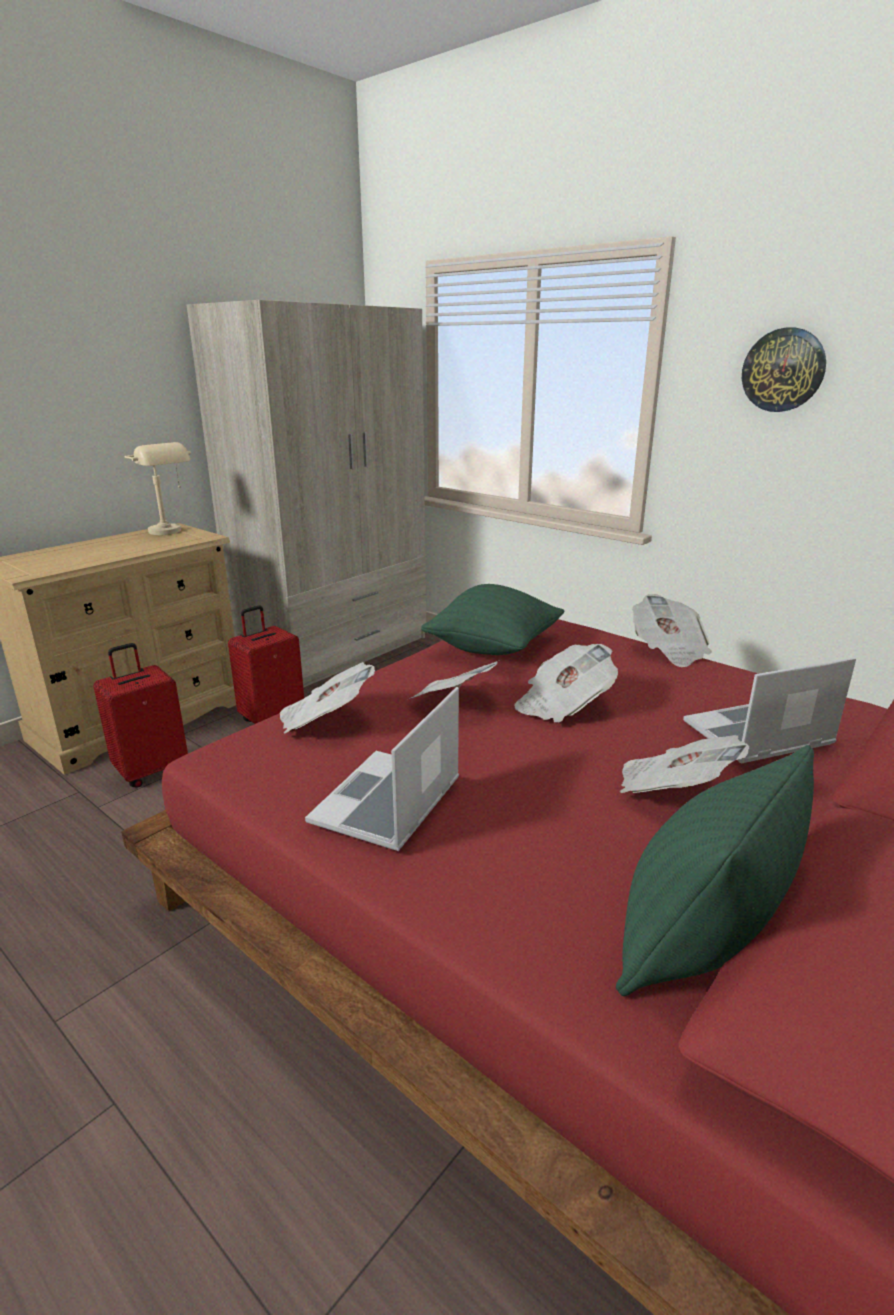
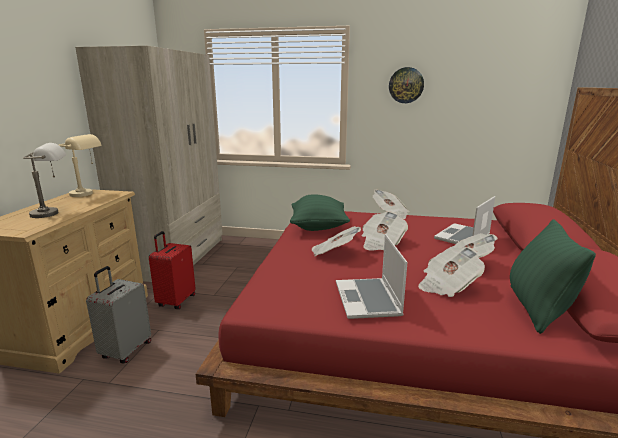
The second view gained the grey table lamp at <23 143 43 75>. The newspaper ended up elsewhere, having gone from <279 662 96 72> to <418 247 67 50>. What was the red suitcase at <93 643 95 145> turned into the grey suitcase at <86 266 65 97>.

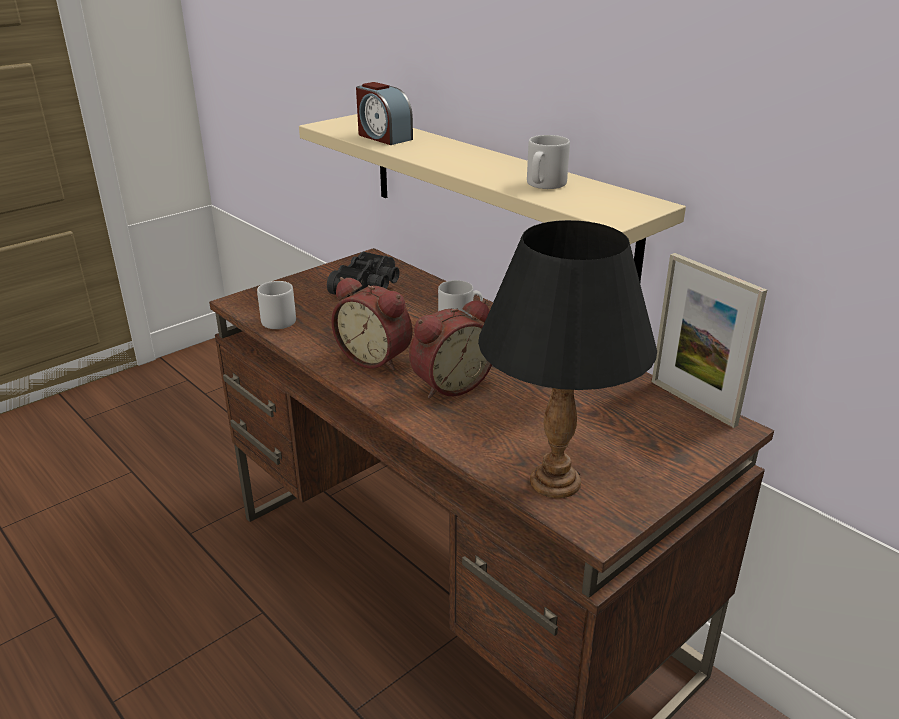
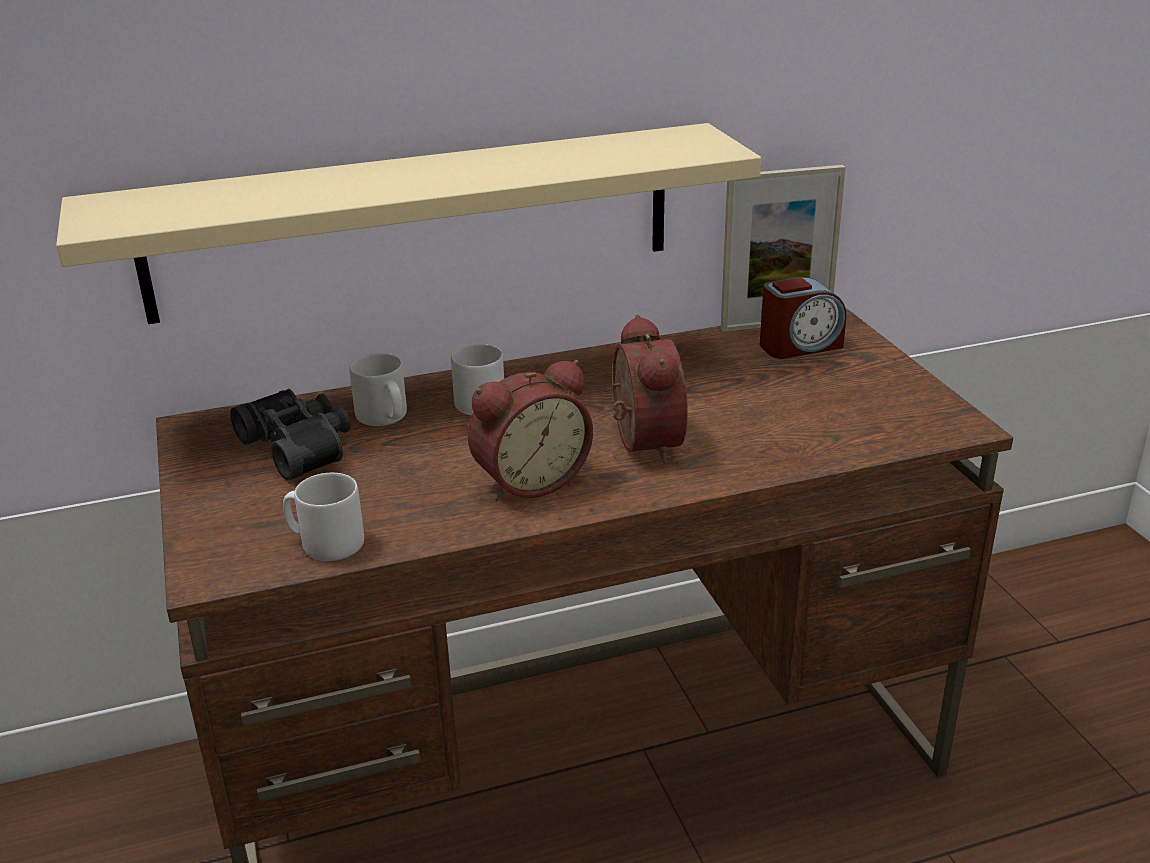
The second view lost the black table lamp at <478 220 179 278>. The alarm clock ended up elsewhere, having gone from <356 82 57 63> to <760 277 86 82>. The grey mug ended up elsewhere, having gone from <527 135 43 54> to <349 353 58 73>.

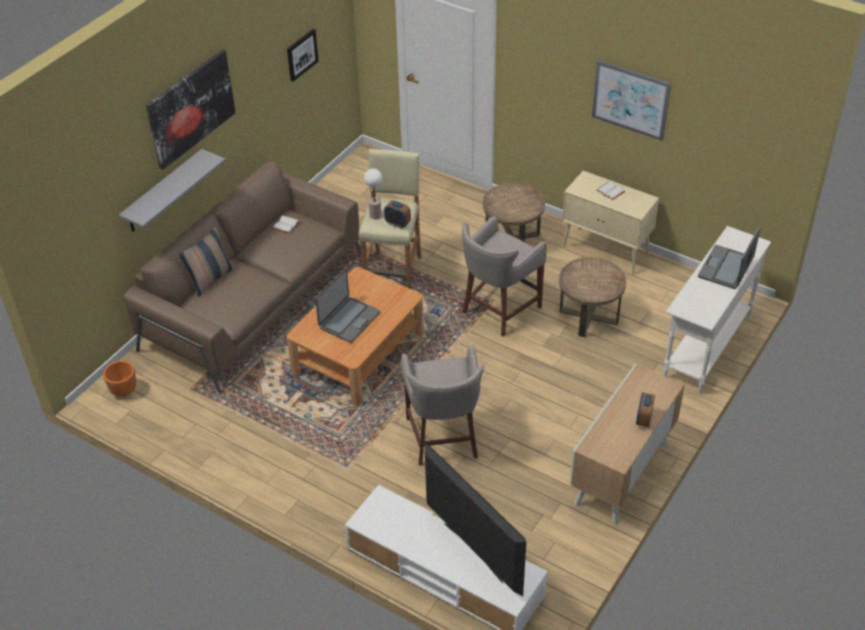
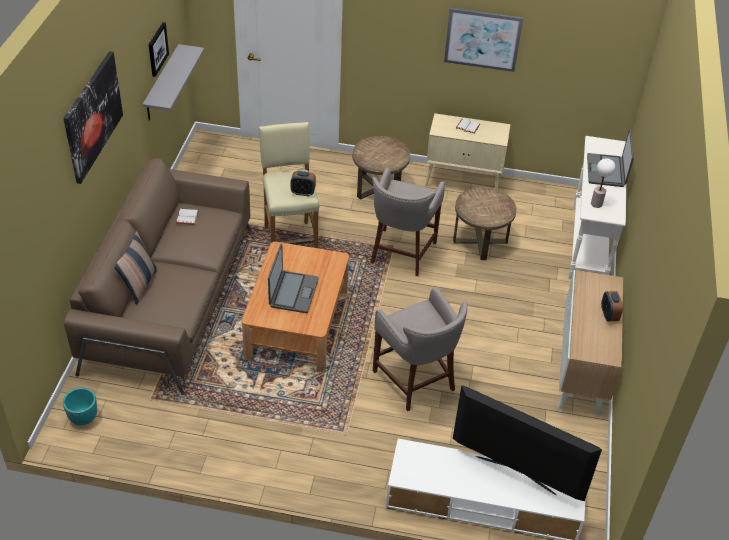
The grey shelf ended up elsewhere, having gone from <119 149 107 83> to <143 44 61 77>. The table lamp ended up elsewhere, having gone from <364 168 18 51> to <591 158 25 50>. What was the orange planter at <103 361 33 36> turned into the turquoise planter at <63 388 34 37>.

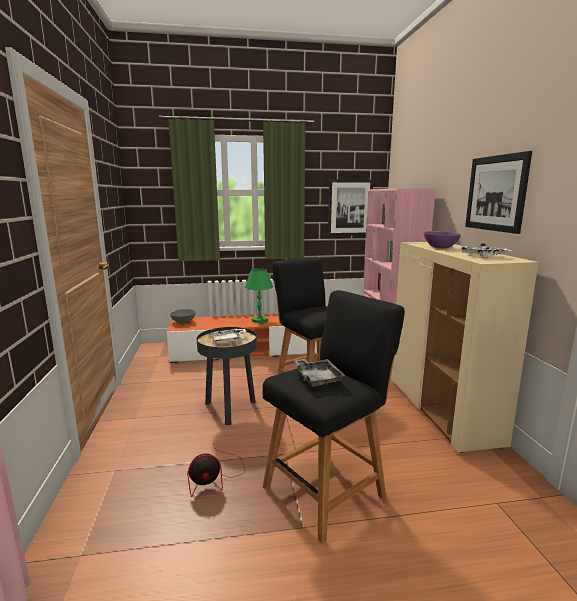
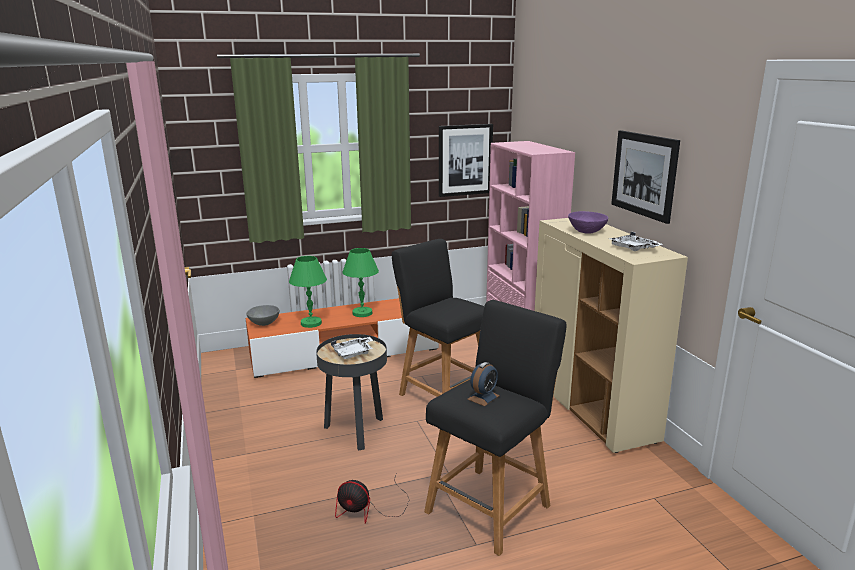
The second view gained the green table lamp at <289 256 38 72>. Where the grey tray stood at <294 359 52 28>, the alarm clock came to stand at <467 362 33 44>. The fan at <187 443 58 54> ended up facing another way, 45 degrees clockwise from before.

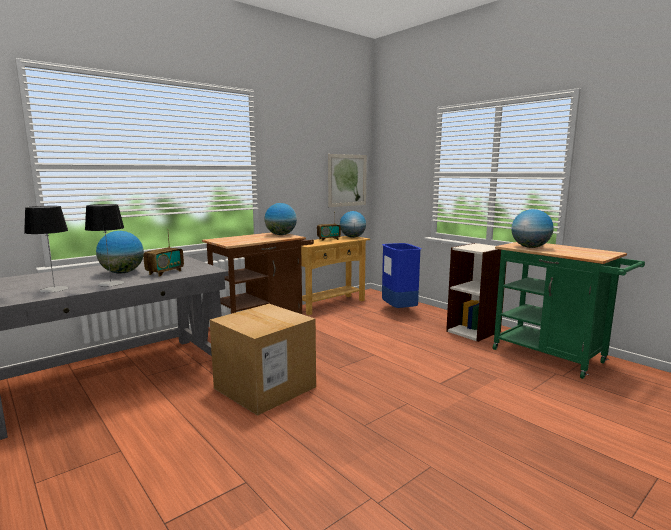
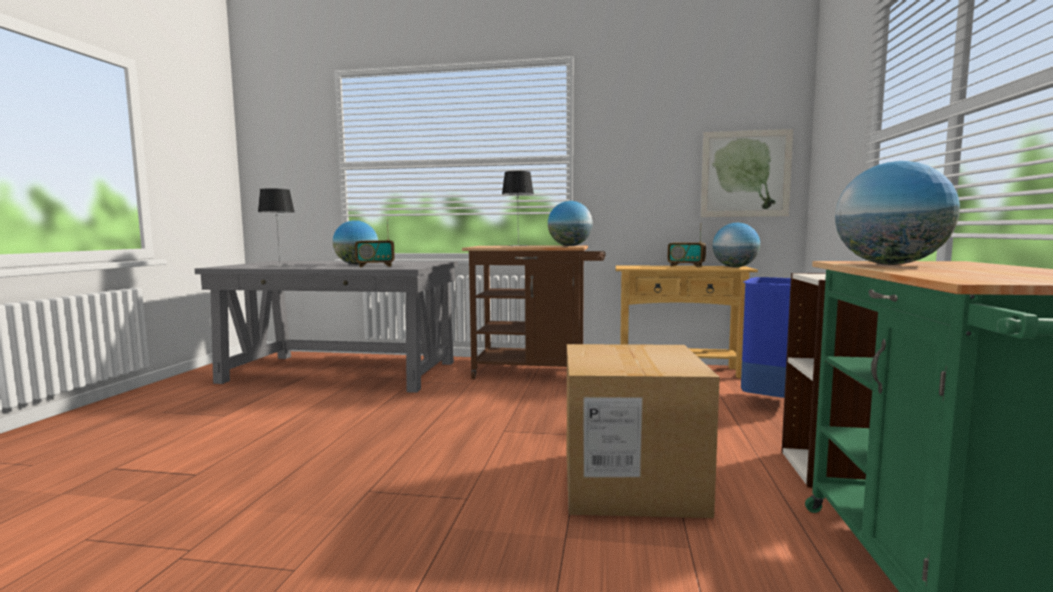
The table lamp ended up elsewhere, having gone from <85 204 39 83> to <502 171 32 75>. The cardboard box ended up elsewhere, having gone from <209 304 107 112> to <567 344 153 174>.

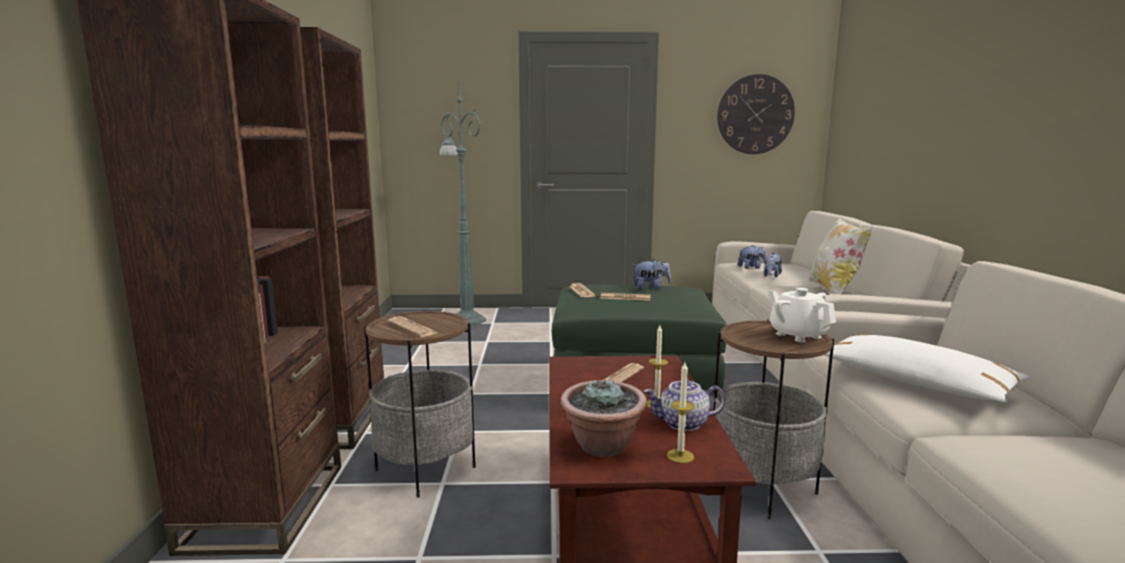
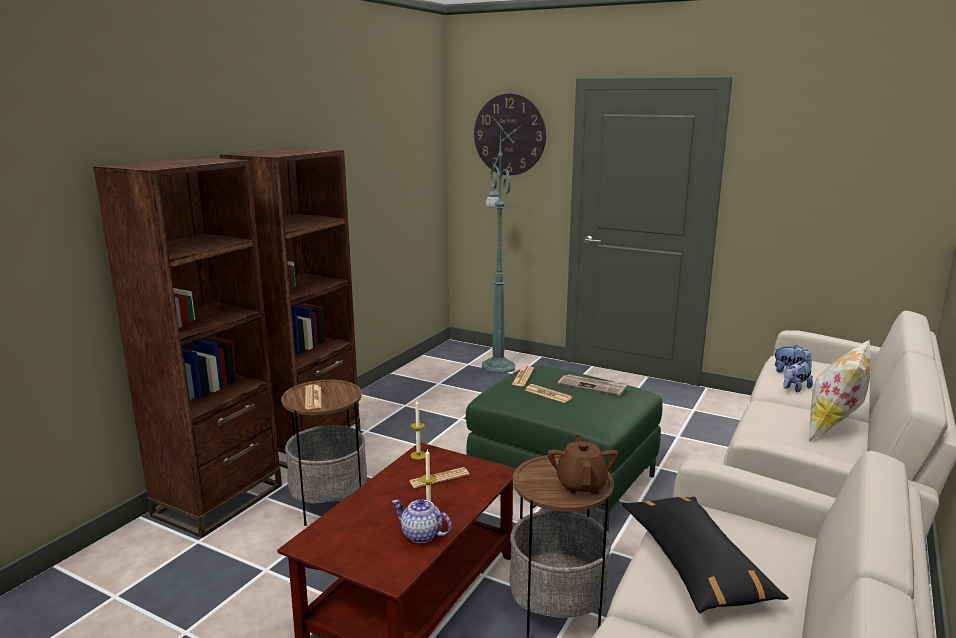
The second view lost the potted plant at <561 380 86 77>. The candle ended up elsewhere, having gone from <667 362 28 101> to <411 401 15 59>. The wall clock ended up elsewhere, having gone from <717 74 78 80> to <474 94 72 81>. Where the plush toy stood at <632 258 39 32>, the newspaper came to stand at <558 374 70 22>. What was the white teapot at <768 288 68 54> turned into the brown teapot at <547 434 72 60>. What was the white pillow at <824 335 206 68> turned into the black pillow at <622 497 167 117>.

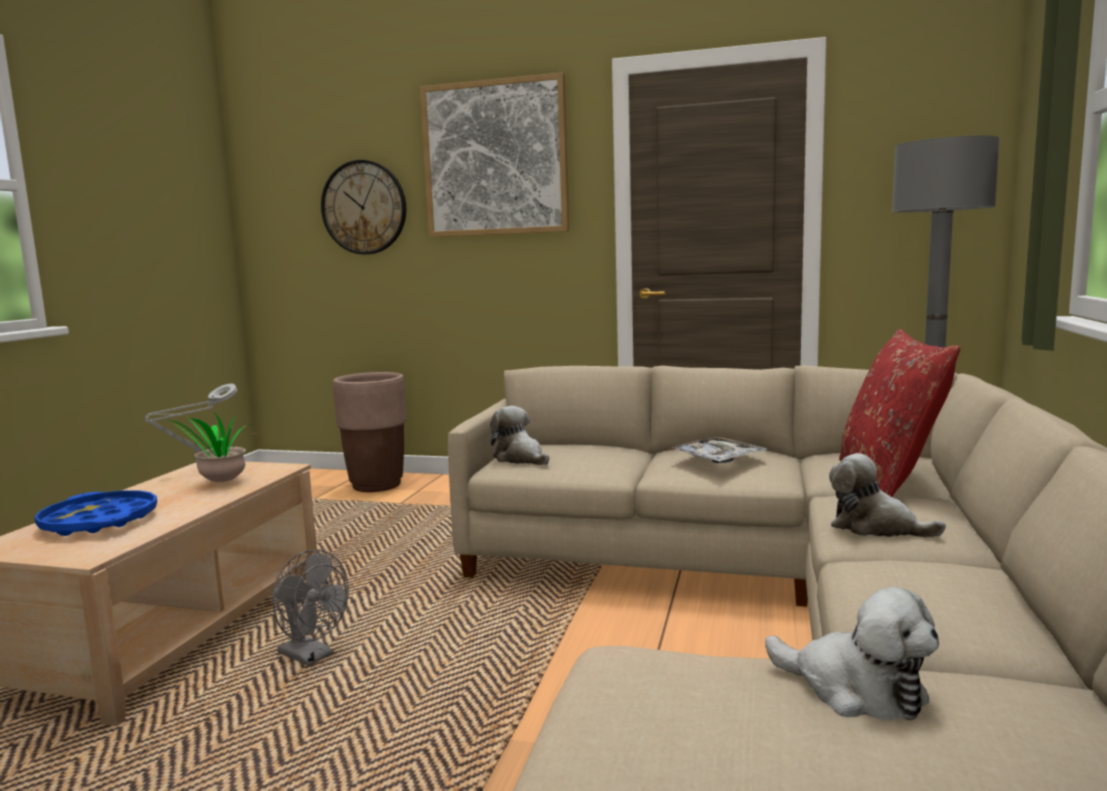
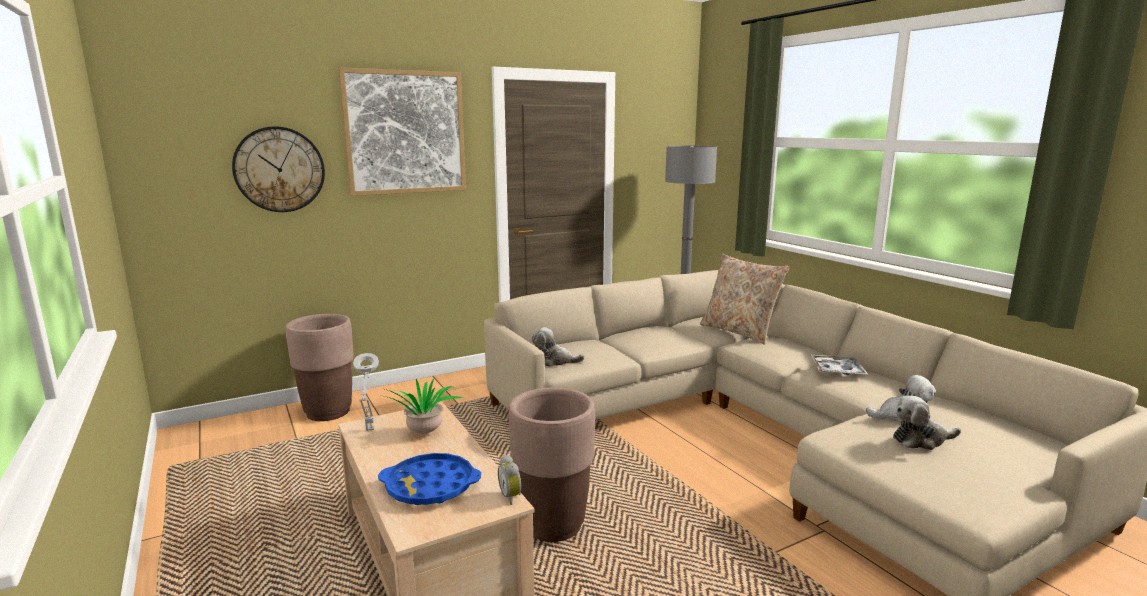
The second view gained the alarm clock at <498 455 23 50>. The tray ended up elsewhere, having gone from <669 437 98 26> to <811 355 57 20>. The plush toy ended up elsewhere, having gone from <829 453 117 84> to <893 396 68 54>. Where the grey fan stood at <272 549 77 117>, the brown planter came to stand at <509 387 86 155>. What was the red pillow at <839 329 121 168> turned into the beige pillow at <700 254 90 91>.

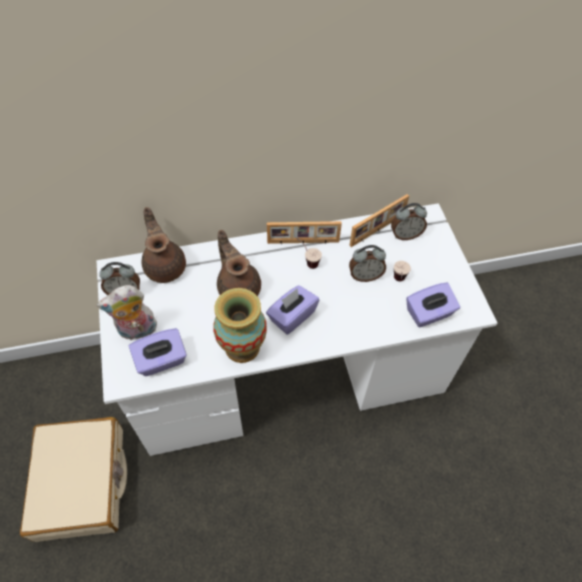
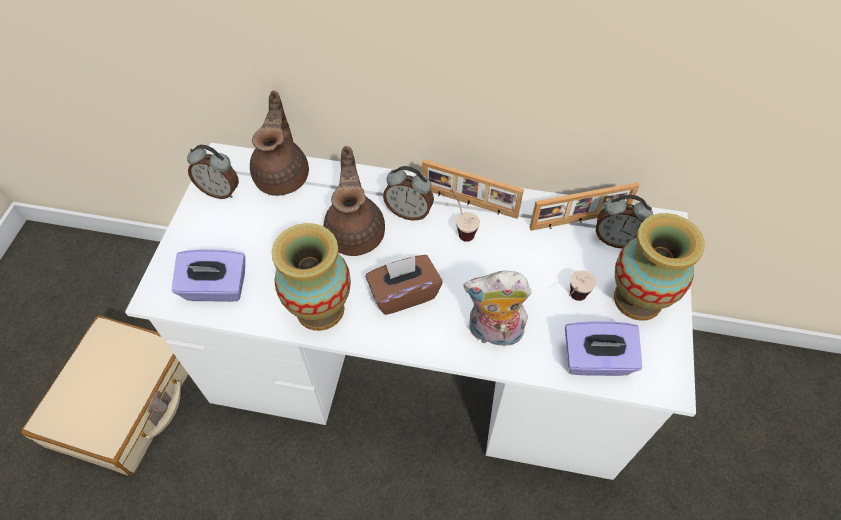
The second view gained the vase at <614 213 91 108>. The plush toy ended up elsewhere, having gone from <97 285 61 55> to <464 271 68 80>. The alarm clock ended up elsewhere, having gone from <349 245 37 37> to <383 166 51 55>. What was the purple tissue box at <266 285 53 50> turned into the brown tissue box at <366 255 76 60>.

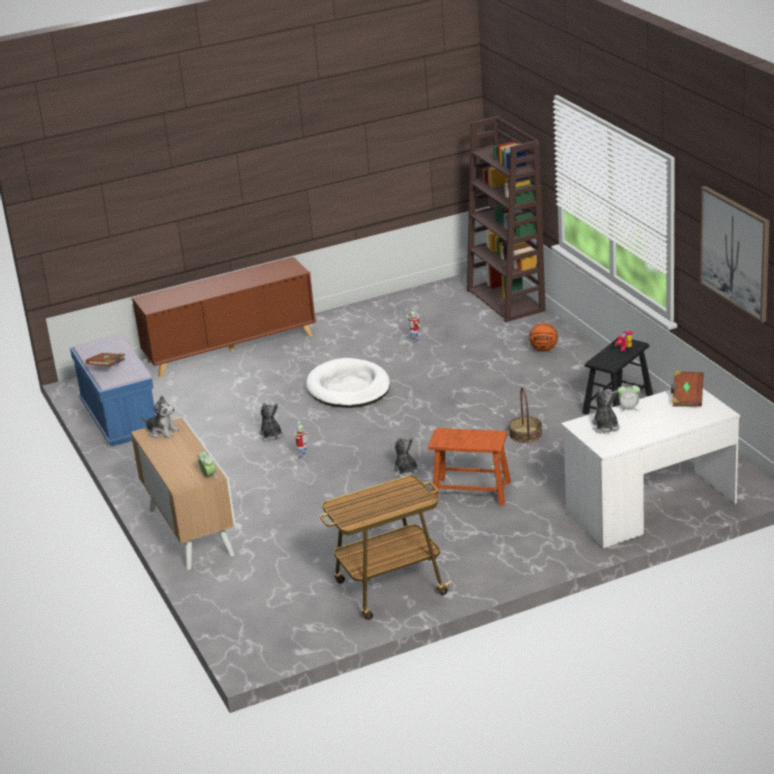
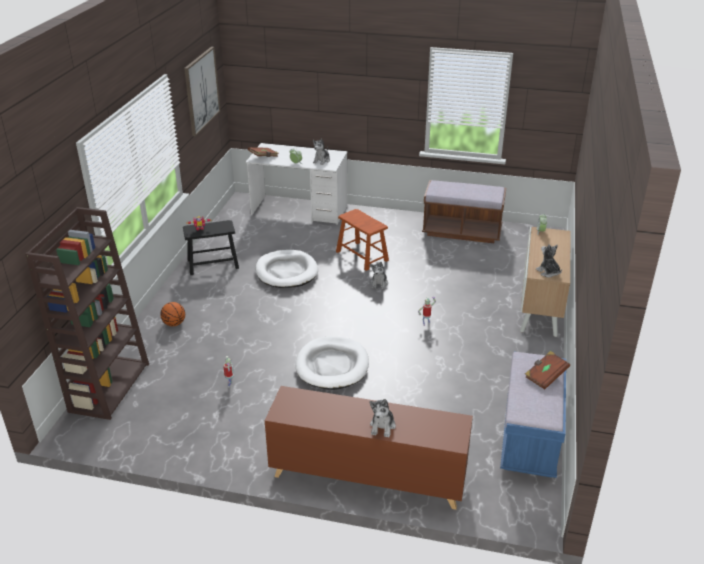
The plush toy ended up elsewhere, having gone from <259 402 24 40> to <369 399 27 39>. Where the cart stood at <320 475 132 145>, the brown bench came to stand at <422 180 84 63>. Where the basket stood at <509 387 33 56>, the white dog bed came to stand at <255 250 63 38>.

